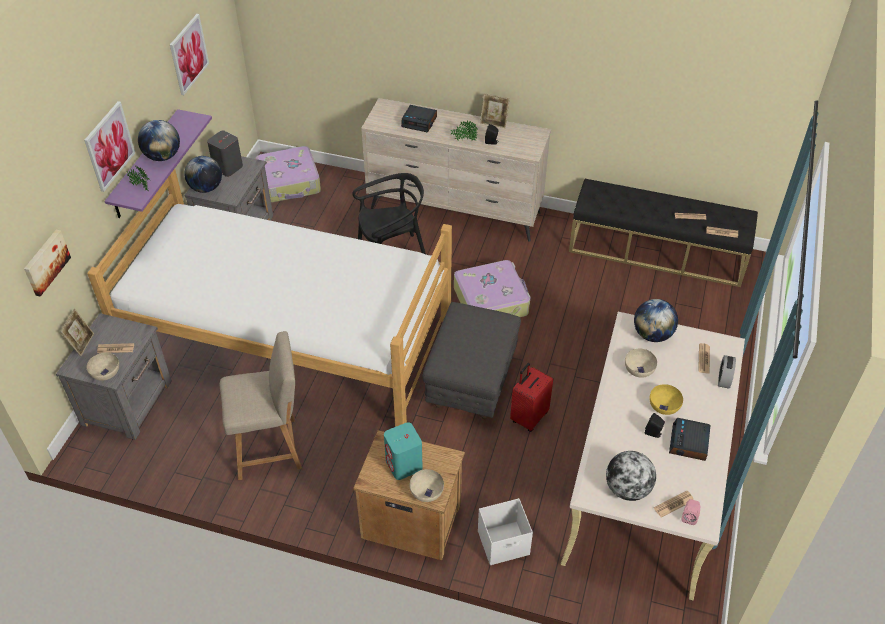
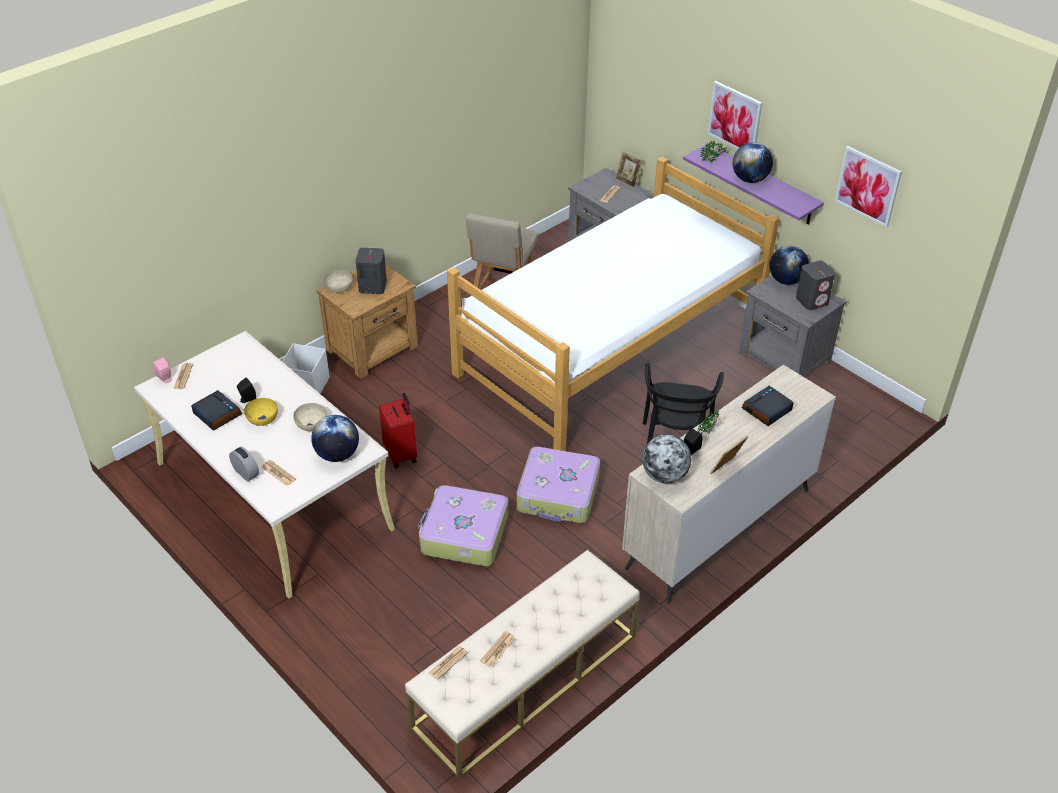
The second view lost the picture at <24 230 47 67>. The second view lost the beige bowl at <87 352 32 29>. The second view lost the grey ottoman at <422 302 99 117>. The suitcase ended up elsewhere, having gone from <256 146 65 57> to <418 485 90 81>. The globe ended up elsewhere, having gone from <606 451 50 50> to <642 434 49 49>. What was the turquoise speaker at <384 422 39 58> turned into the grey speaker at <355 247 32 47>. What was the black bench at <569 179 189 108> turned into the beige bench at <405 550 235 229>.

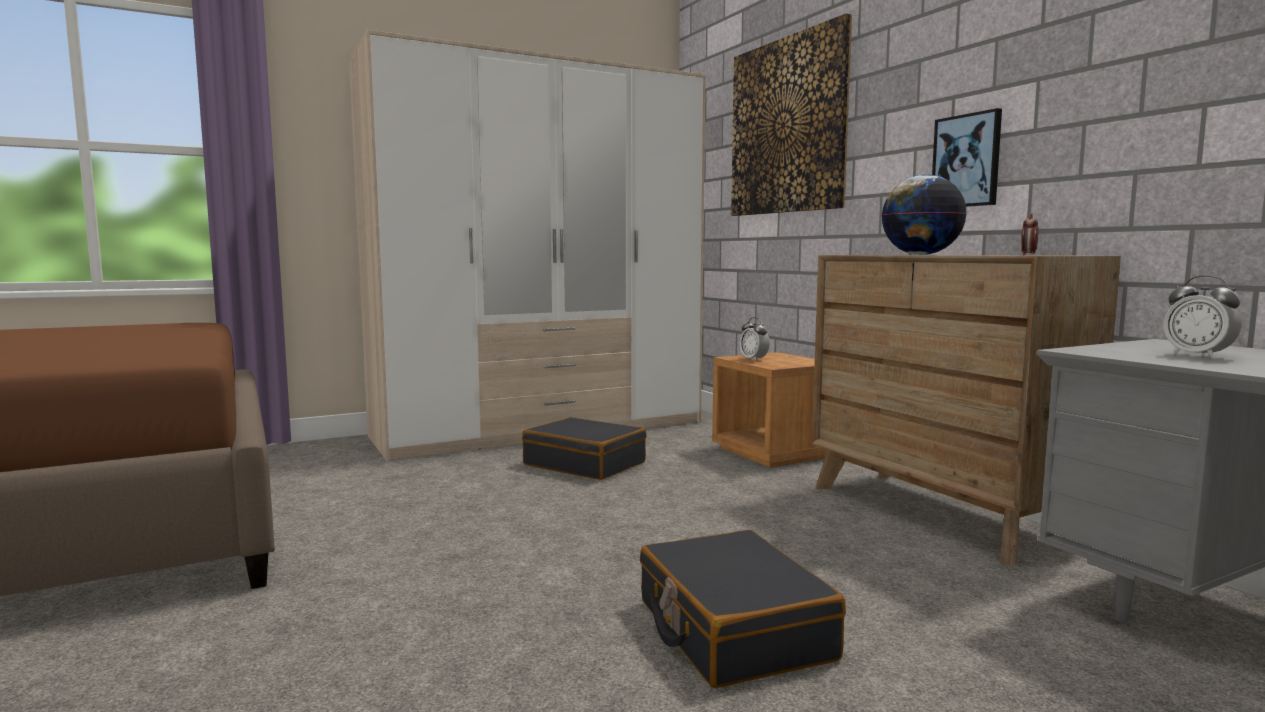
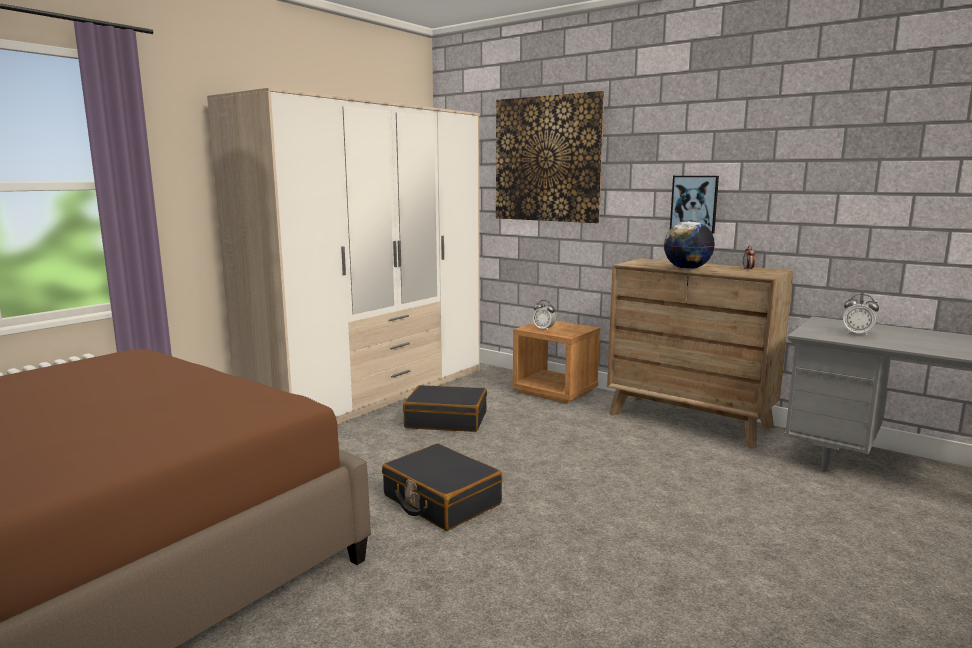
The black suitcase ended up elsewhere, having gone from <640 530 206 158> to <382 443 121 88>.

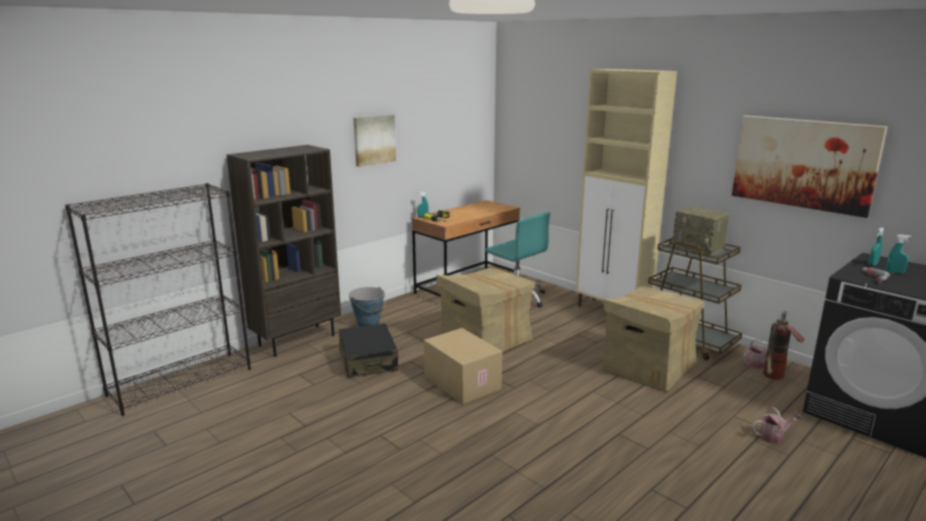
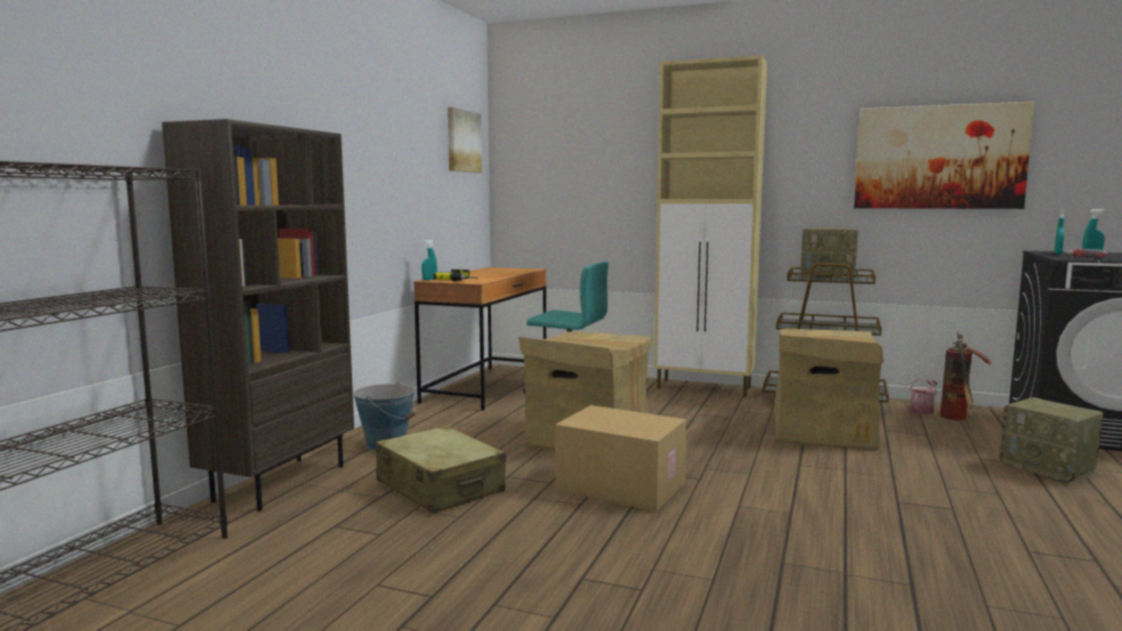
The picture ended up elsewhere, having gone from <353 114 43 53> to <448 107 34 66>. Where the watering can stood at <752 407 51 37>, the radio came to stand at <1000 397 103 88>. What was the black suitcase at <338 323 60 55> turned into the beige suitcase at <376 425 130 88>.

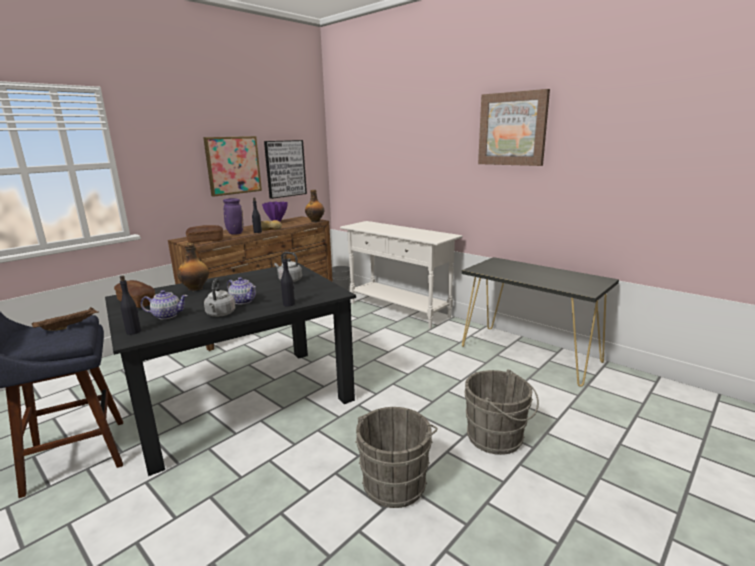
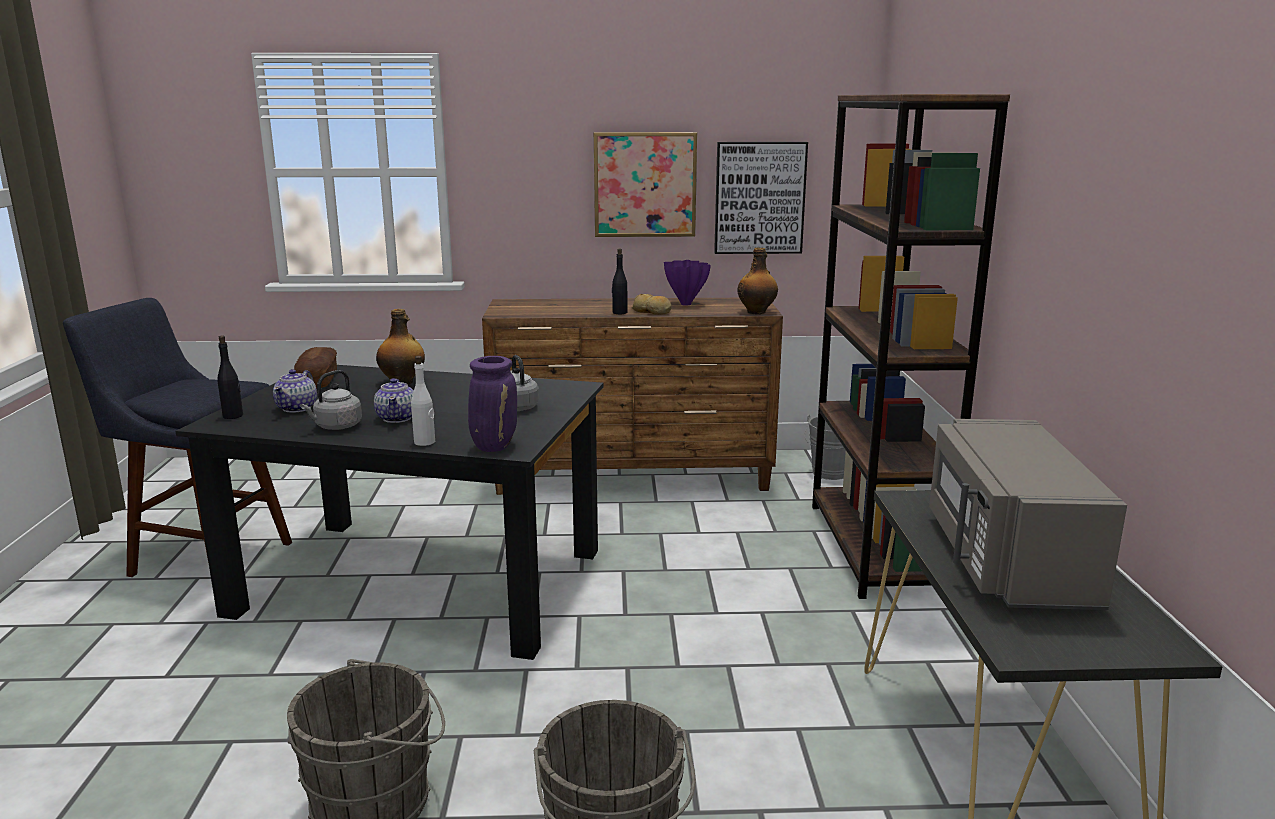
The second view lost the brown tray at <32 307 67 24>. The second view lost the bread at <186 225 37 18>. The second view lost the picture at <478 89 72 77>. The second view gained the grey microwave at <929 419 198 191>. The purple vase ended up elsewhere, having gone from <223 198 20 37> to <468 356 49 96>. Where the white console table stood at <340 221 123 108>, the brown bookcase came to stand at <812 94 198 505>. What was the black bottle at <281 254 14 53> turned into the white bottle at <411 356 24 90>. The teapot at <141 290 47 29> ended up facing another way, 60 degrees clockwise from before.

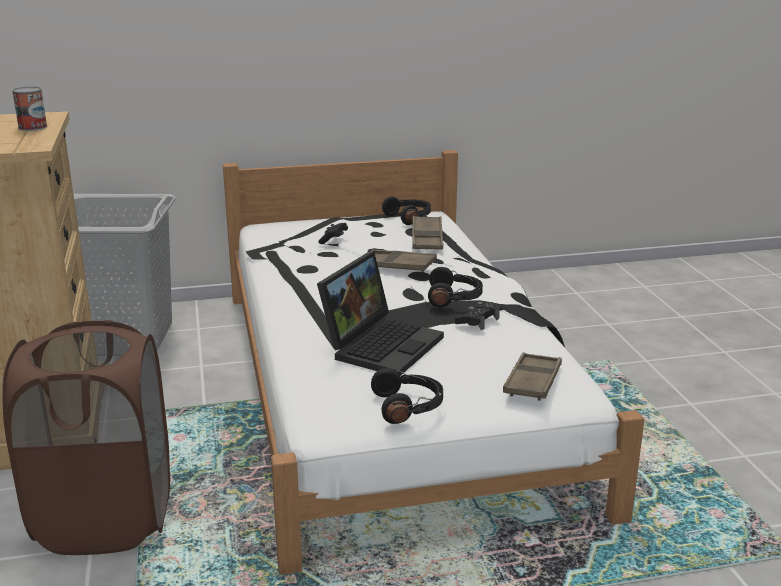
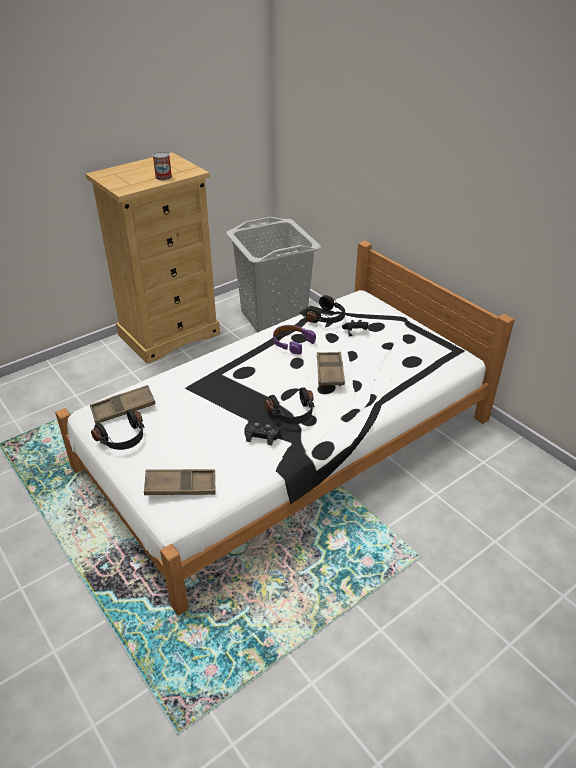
The second view lost the brown laundry basket at <2 320 168 235>. The second view lost the laptop at <317 252 127 124>. The second view gained the purple headphones at <273 325 43 30>. The black headphones ended up elsewhere, having gone from <382 196 49 29> to <305 295 40 28>. The brown tray ended up elsewhere, having gone from <412 216 31 34> to <90 385 66 39>.

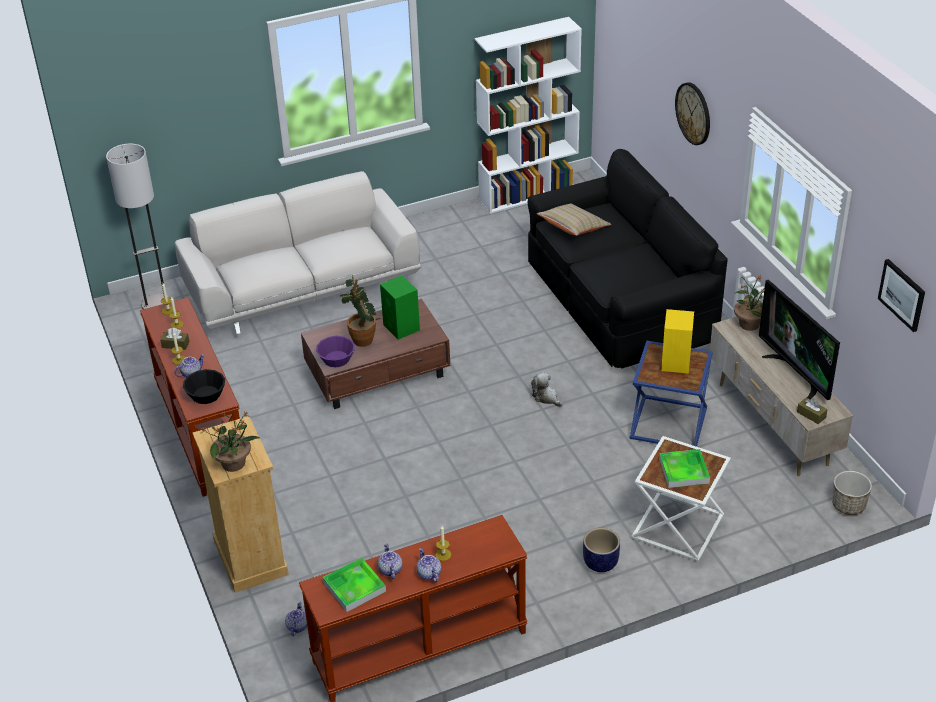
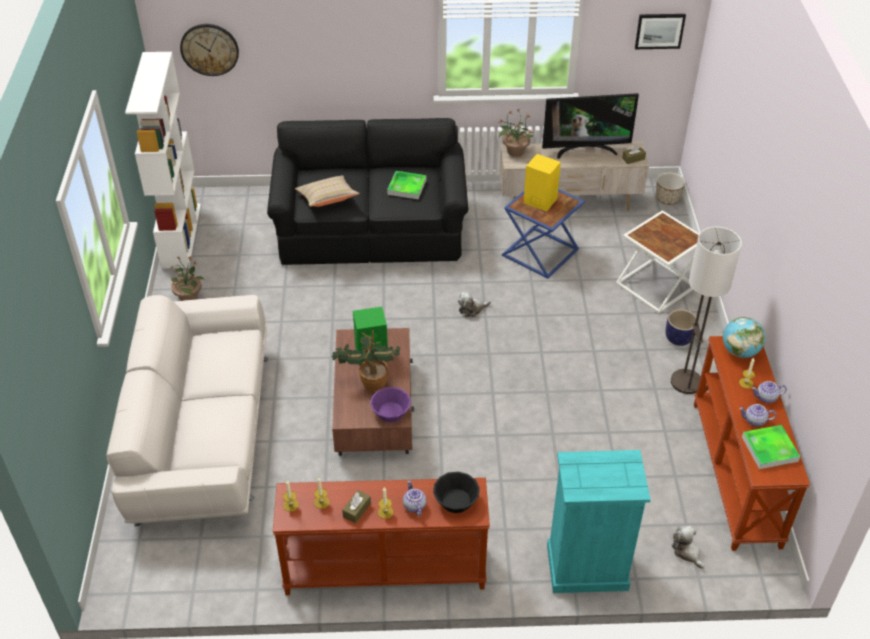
The second view gained the globe at <723 317 42 41>. The floor lamp ended up elsewhere, having gone from <106 144 63 165> to <671 227 71 167>. The potted plant ended up elsewhere, having gone from <200 410 61 62> to <170 256 34 45>. The tray ended up elsewhere, having gone from <659 449 51 39> to <387 171 39 28>. The wall clock ended up elsewhere, having gone from <675 82 35 63> to <180 24 59 52>. Where the teapot stood at <285 601 22 35>, the plush toy came to stand at <671 526 33 43>. What was the beige dresser at <193 416 96 177> turned into the turquoise dresser at <547 450 104 143>.

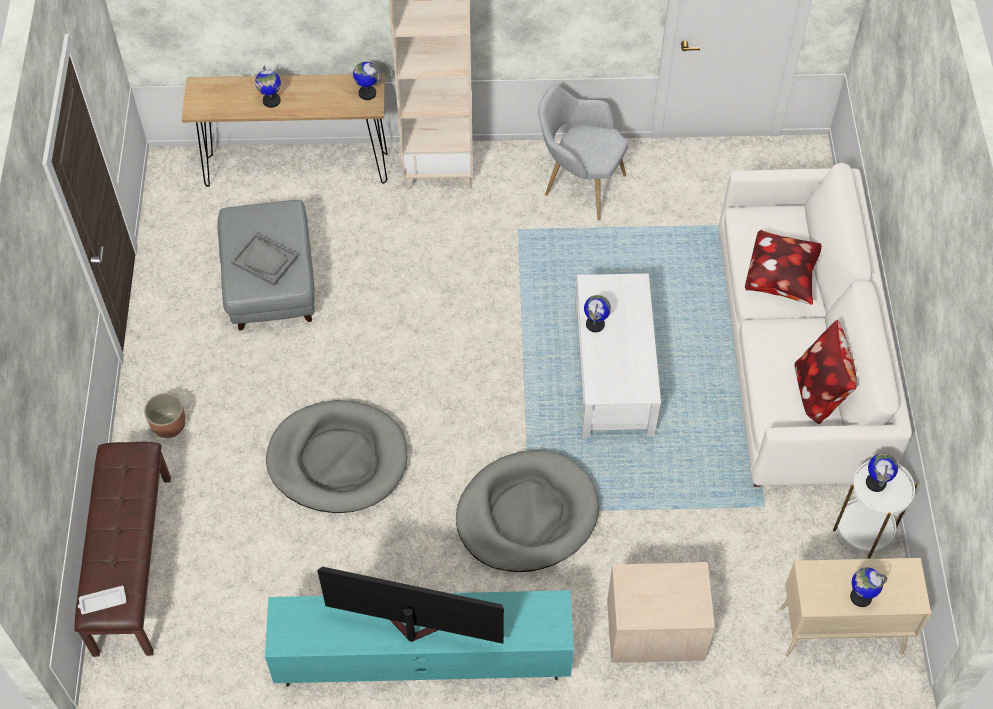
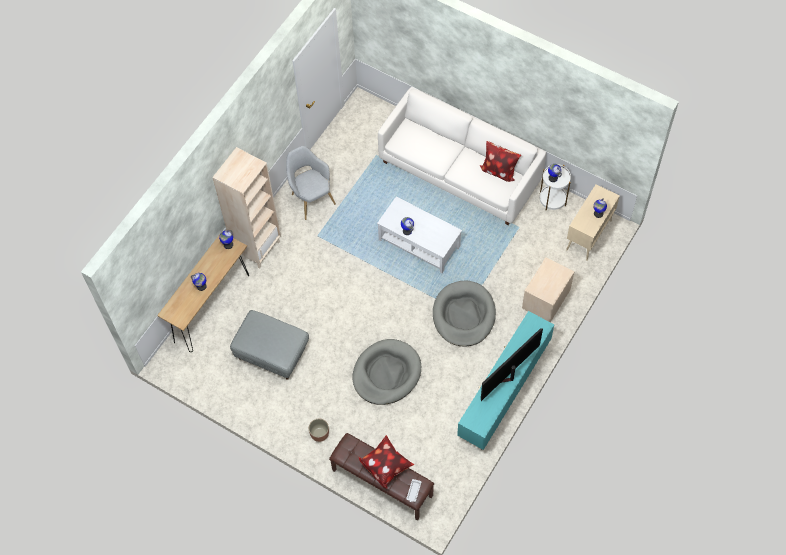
The second view lost the grey tray at <231 233 67 53>. The pillow ended up elsewhere, having gone from <745 229 76 76> to <359 435 55 53>. The grey armchair at <538 85 90 135> ended up facing another way, 90 degrees clockwise from before.

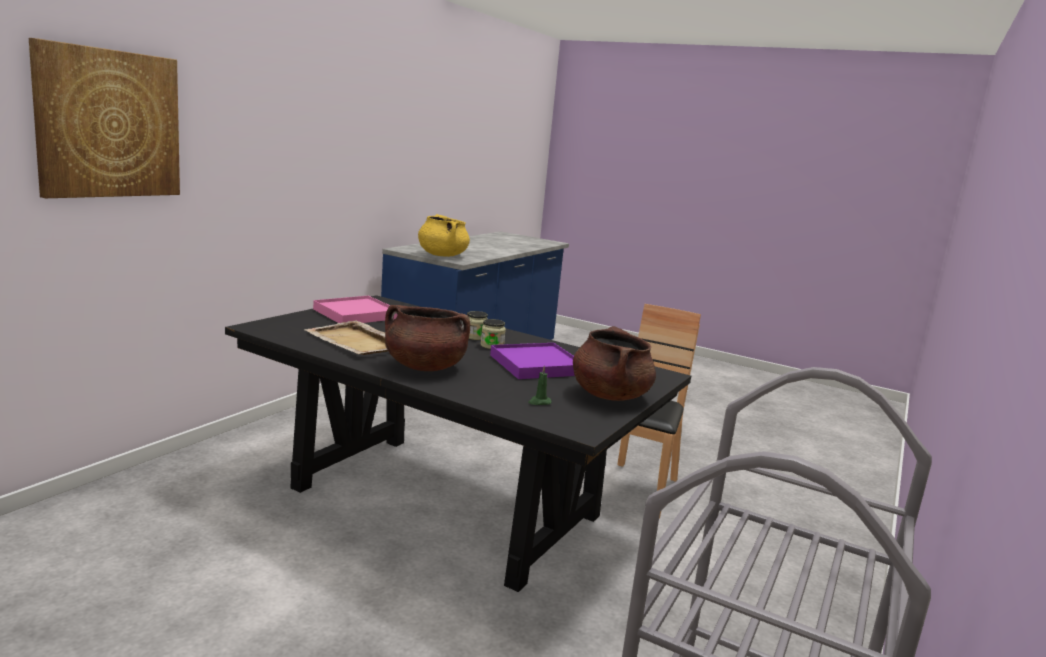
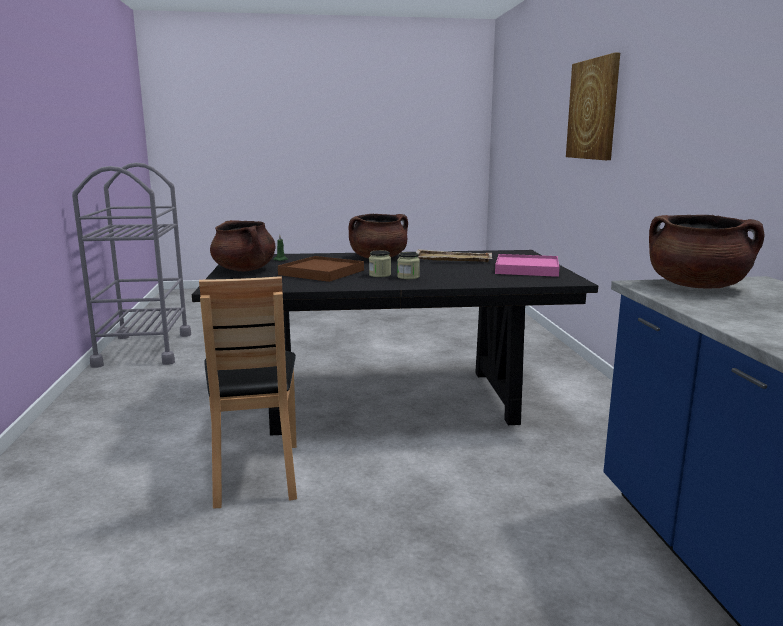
What was the yellow cooking pot at <418 214 52 43> turned into the brown cooking pot at <649 215 115 74>. What was the purple tray at <490 343 85 36> turned into the brown tray at <278 256 86 26>.

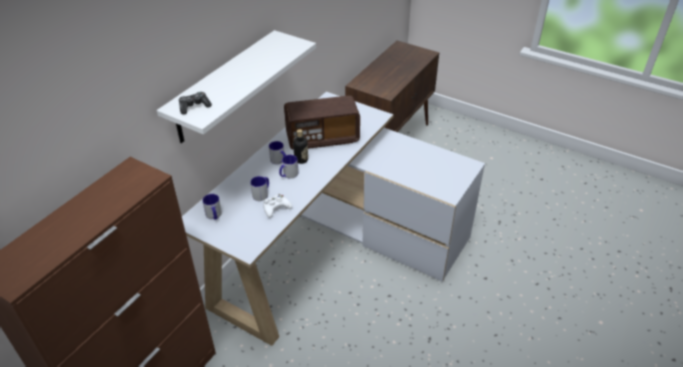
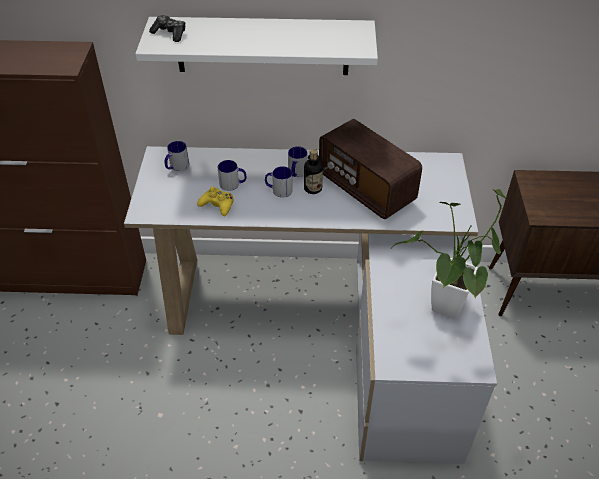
The second view gained the potted plant at <392 189 114 130>. What was the white game controller at <263 194 29 24> turned into the yellow game controller at <197 186 37 30>.

